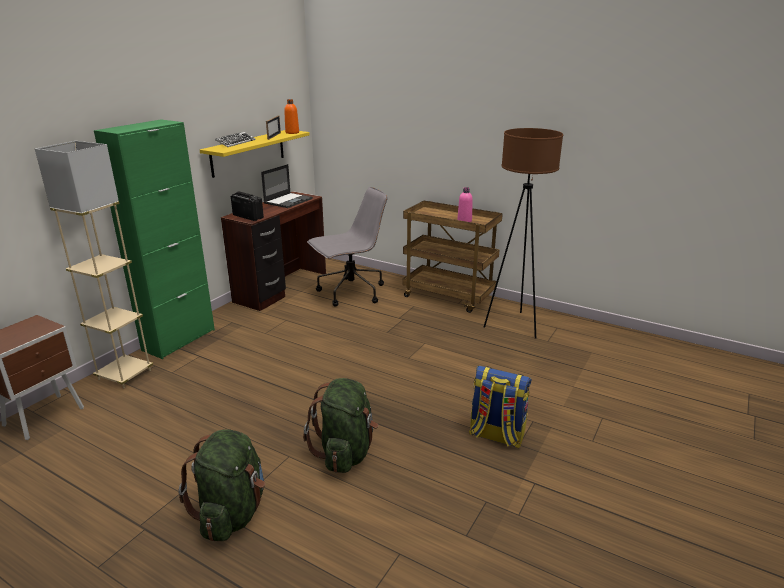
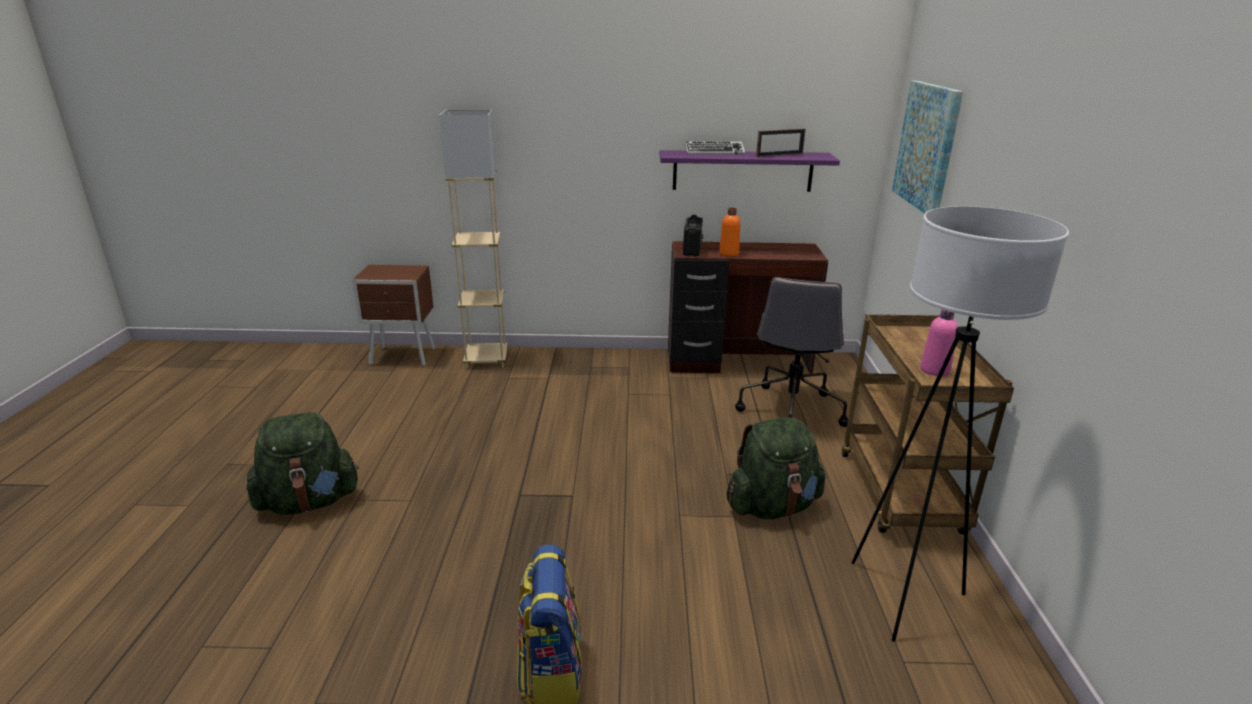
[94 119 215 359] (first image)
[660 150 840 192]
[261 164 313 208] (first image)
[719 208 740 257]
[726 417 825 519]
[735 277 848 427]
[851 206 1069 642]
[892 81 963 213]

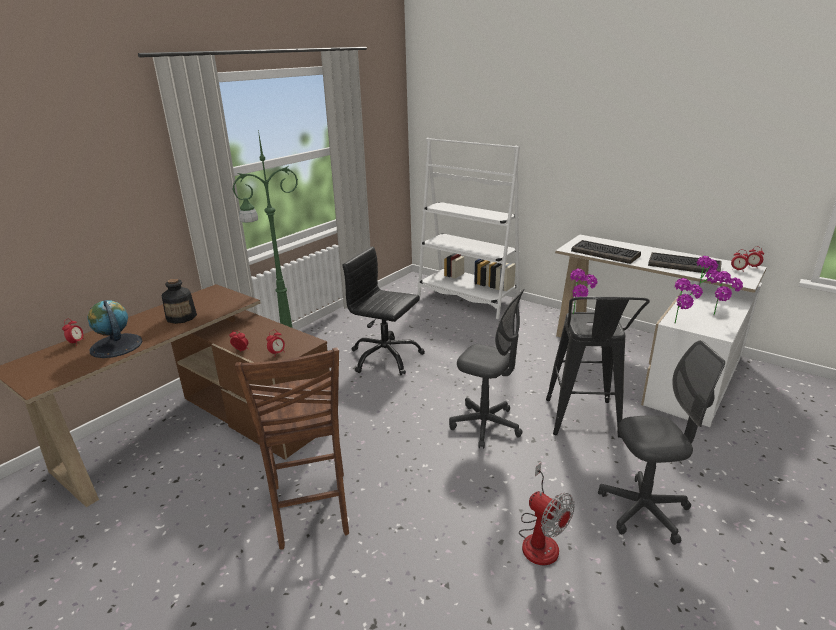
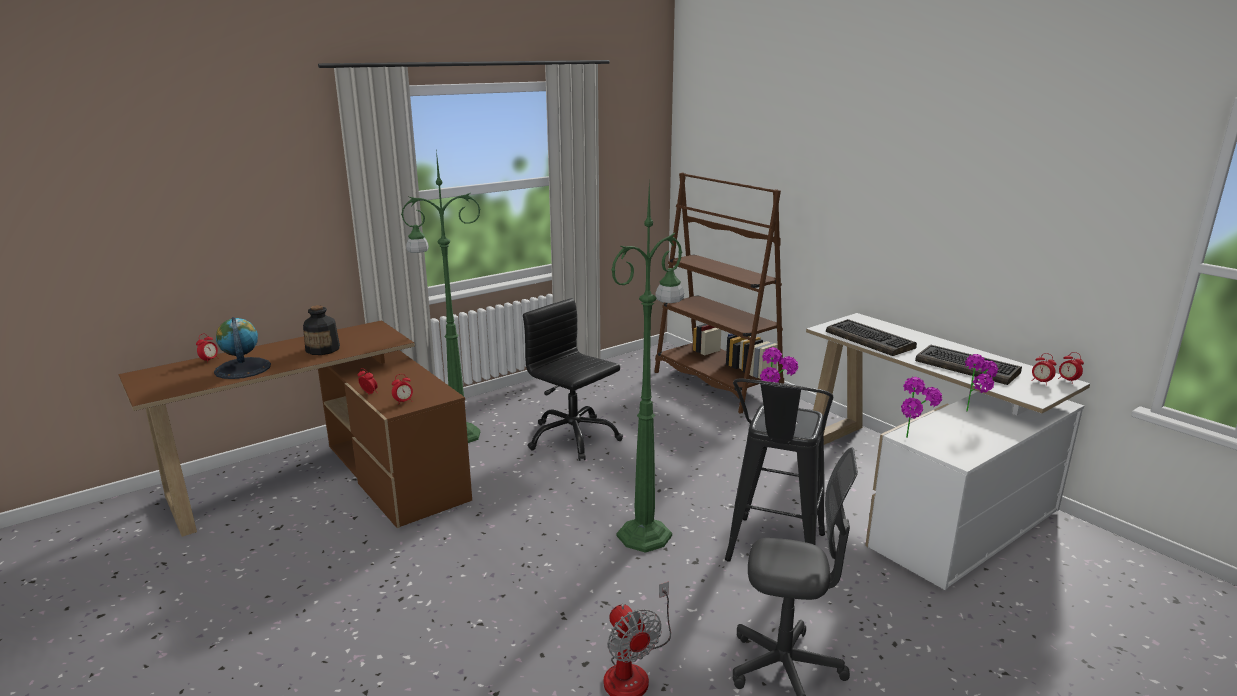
[235 347 349 549] (first image)
[654 173 784 414]
[611 183 684 553]
[714 271 743 315] (first image)

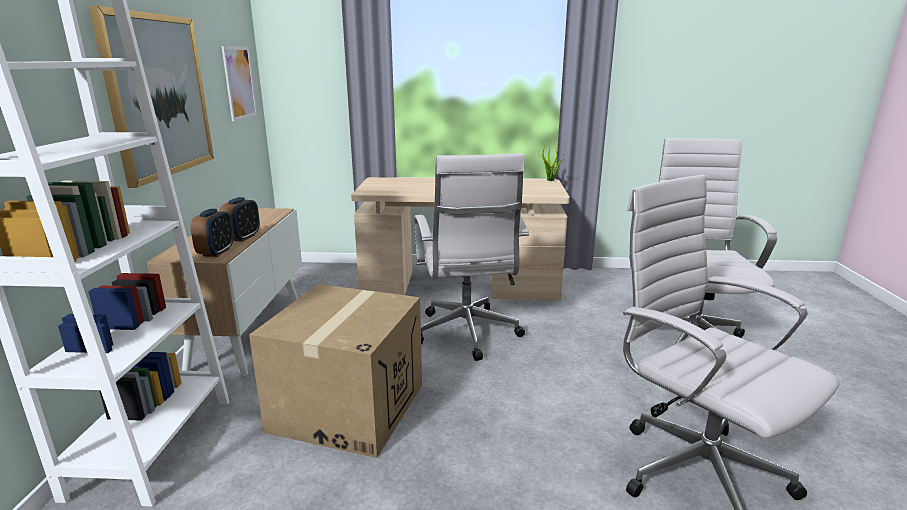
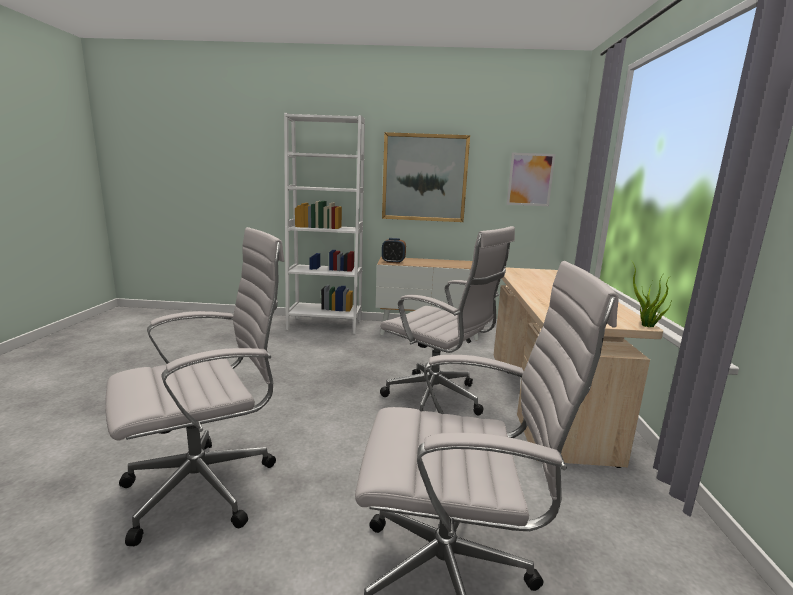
[219 197 260 242] (first image)
[249 284 422 458] (first image)
[380 226 515 415]

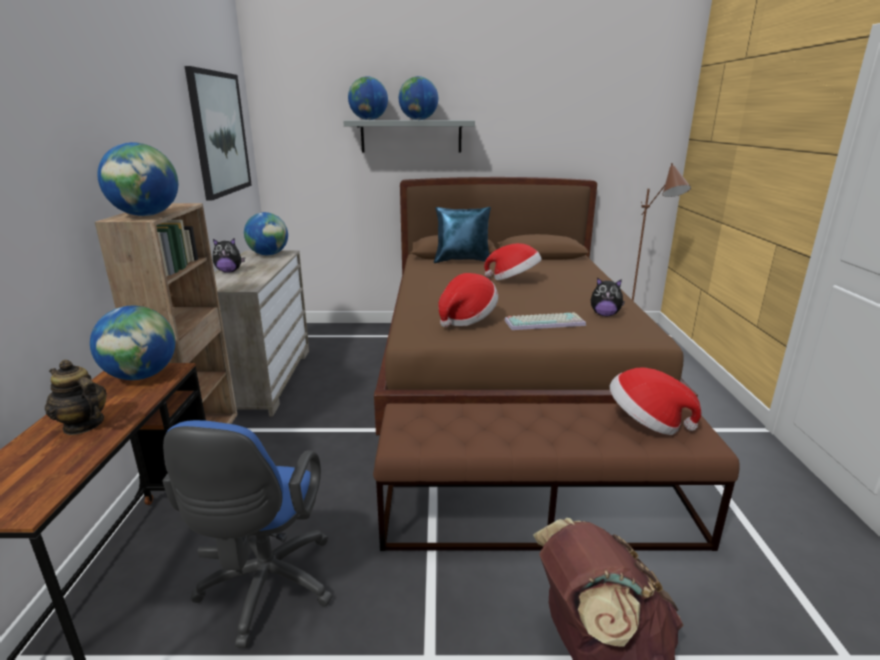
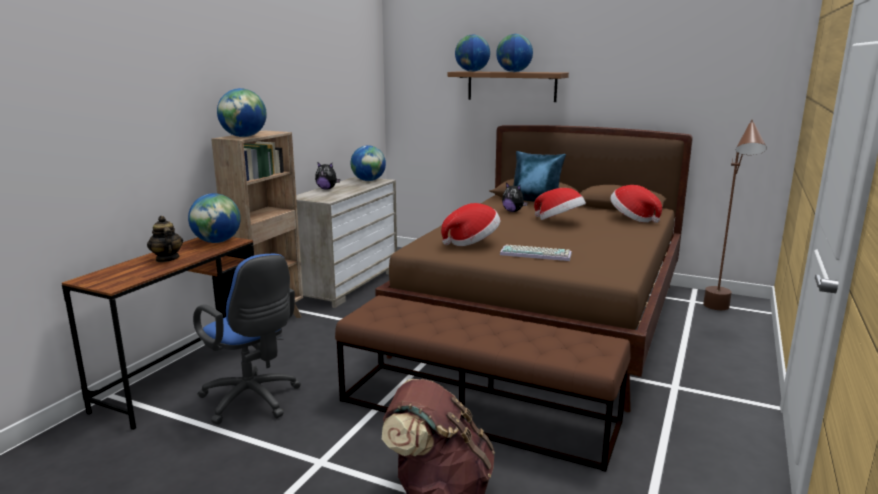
[193 254 301 425]
[185 66 252 201] (first image)
[448 71 569 102]
[502 183 528 212]
[610 185 662 223]

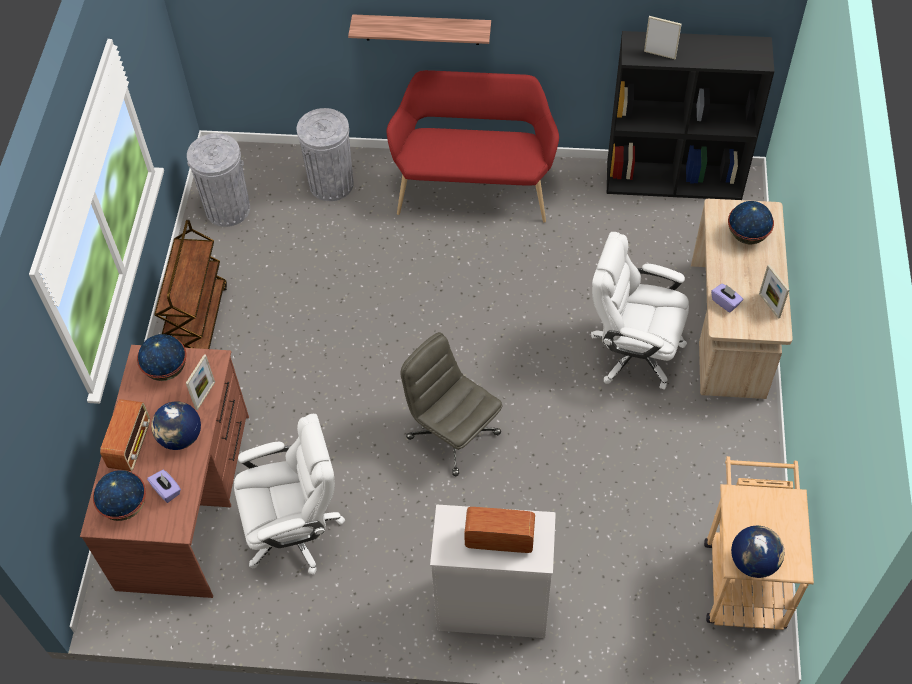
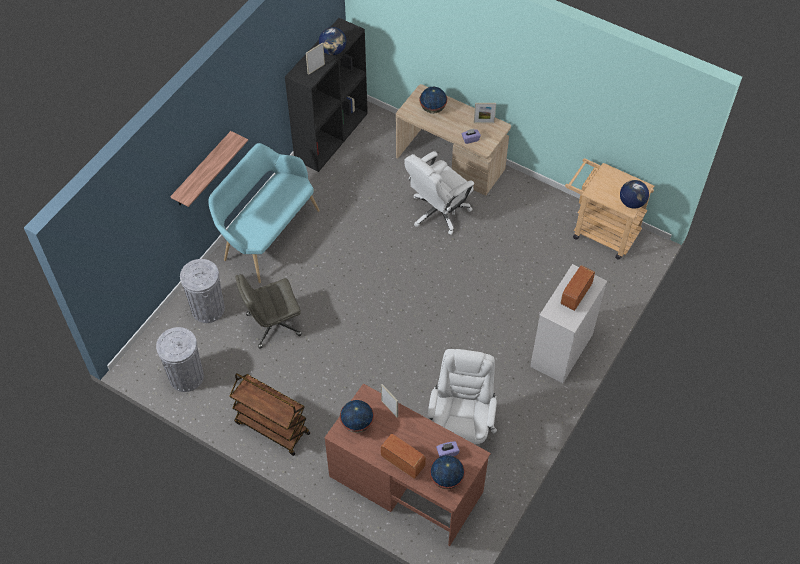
[319 27 346 55]
[208 143 320 283]
[235 274 302 348]

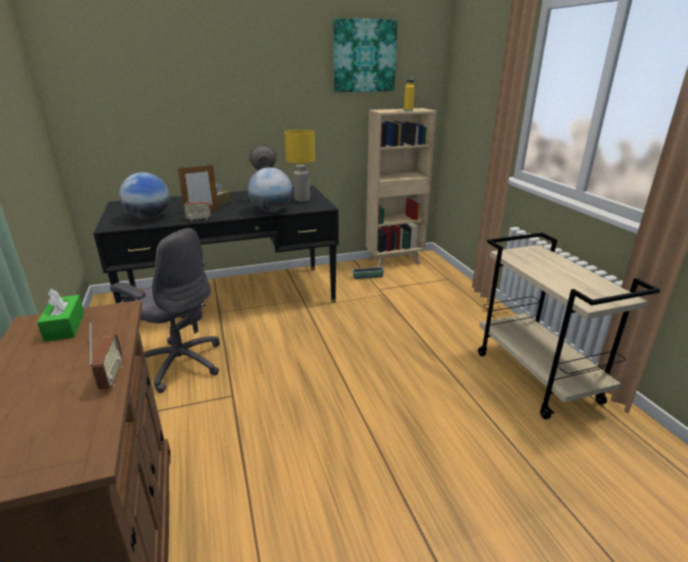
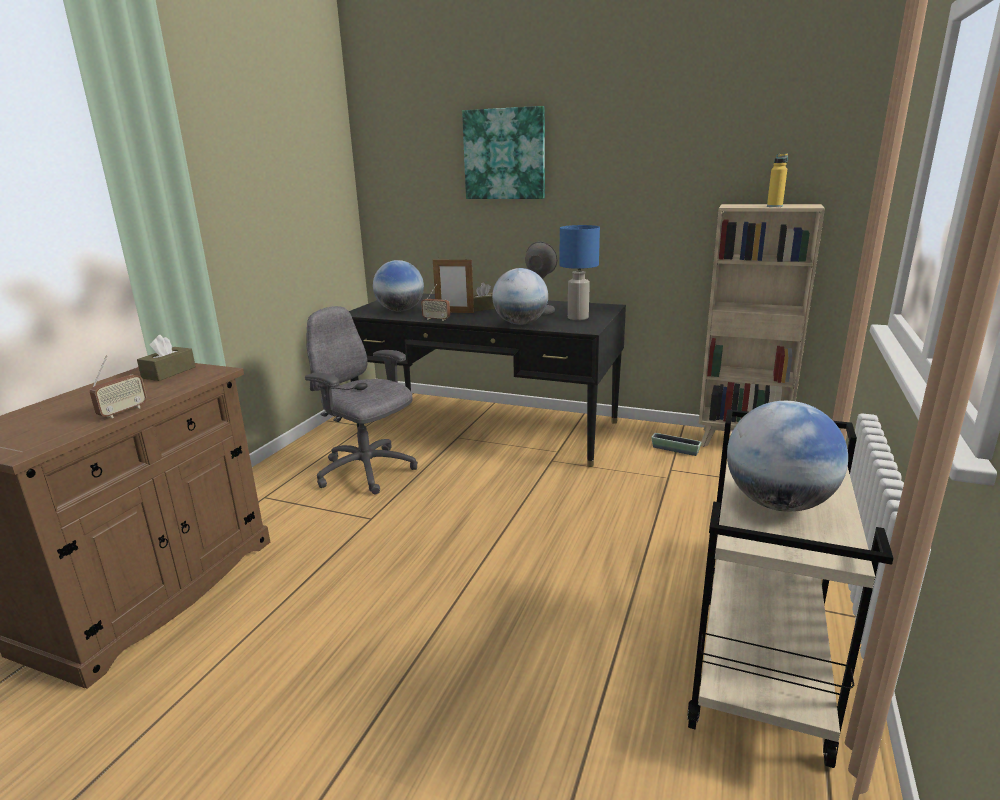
[137 335 196 381]
[305 306 417 494]
[559 225 600 320]
[462 106 545 199]
[727 401 848 512]

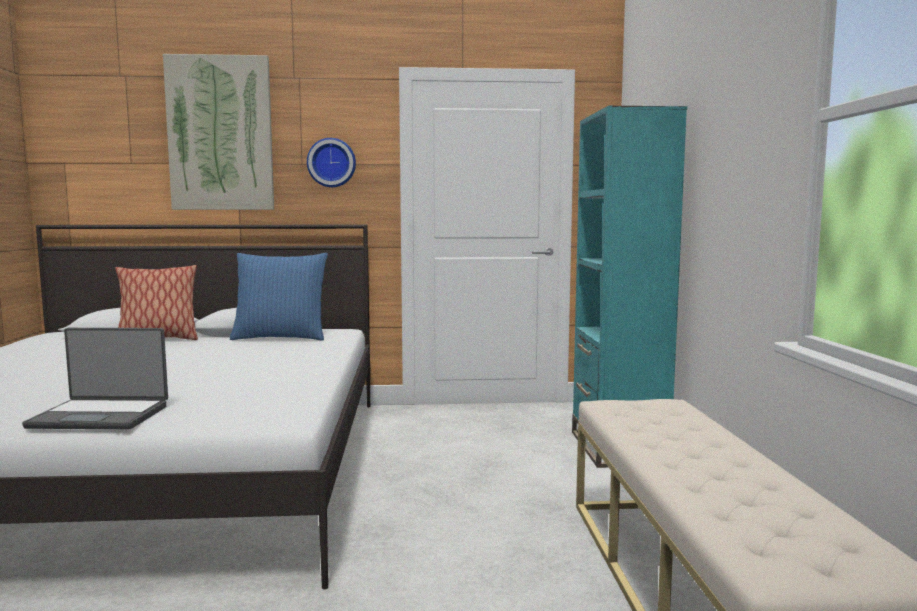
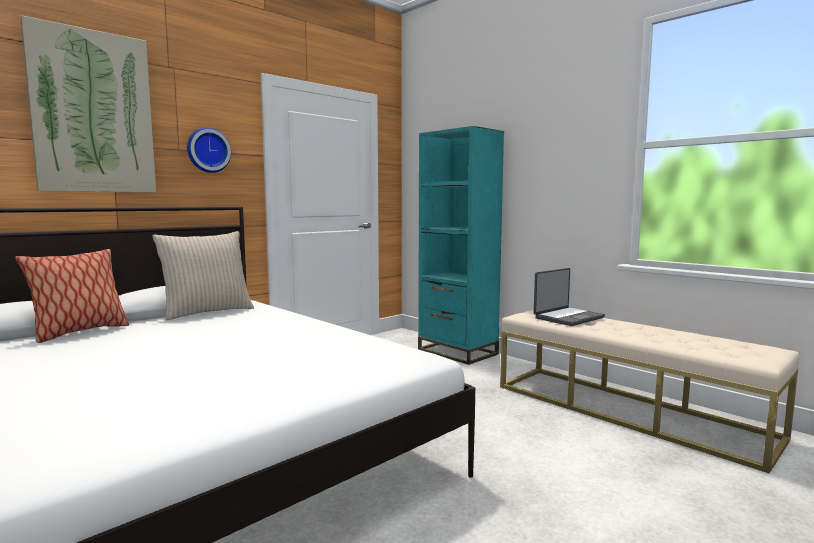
[534 268 605 326]
[152 231 254 320]

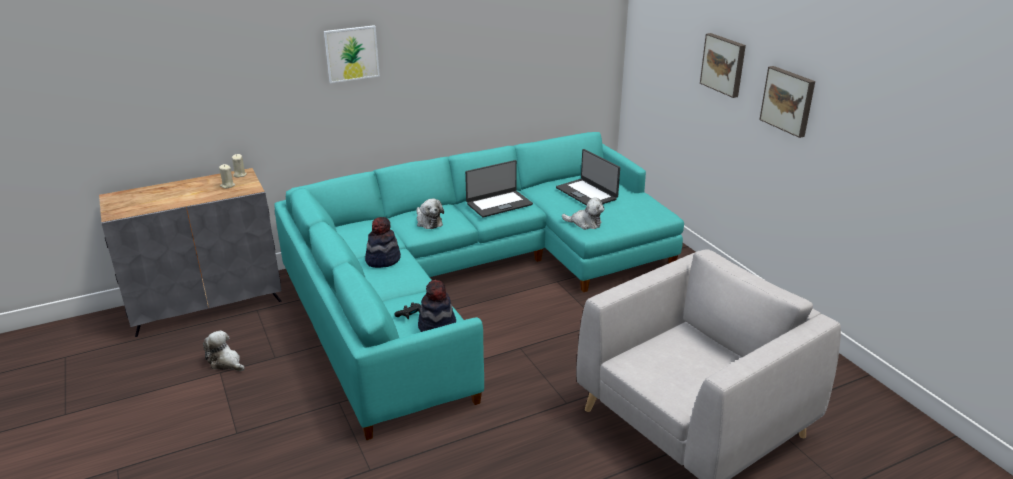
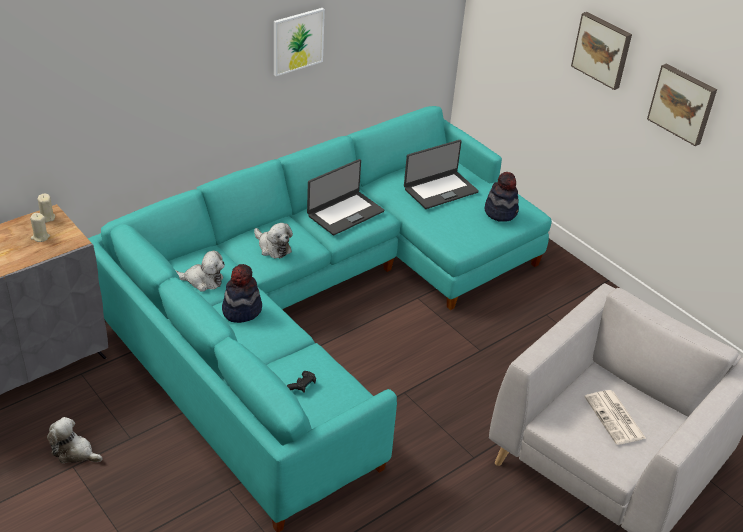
[274 8 325 76]
[484 172 519 222]
[404 140 479 209]
[175 251 225 292]
[584 390 646 445]

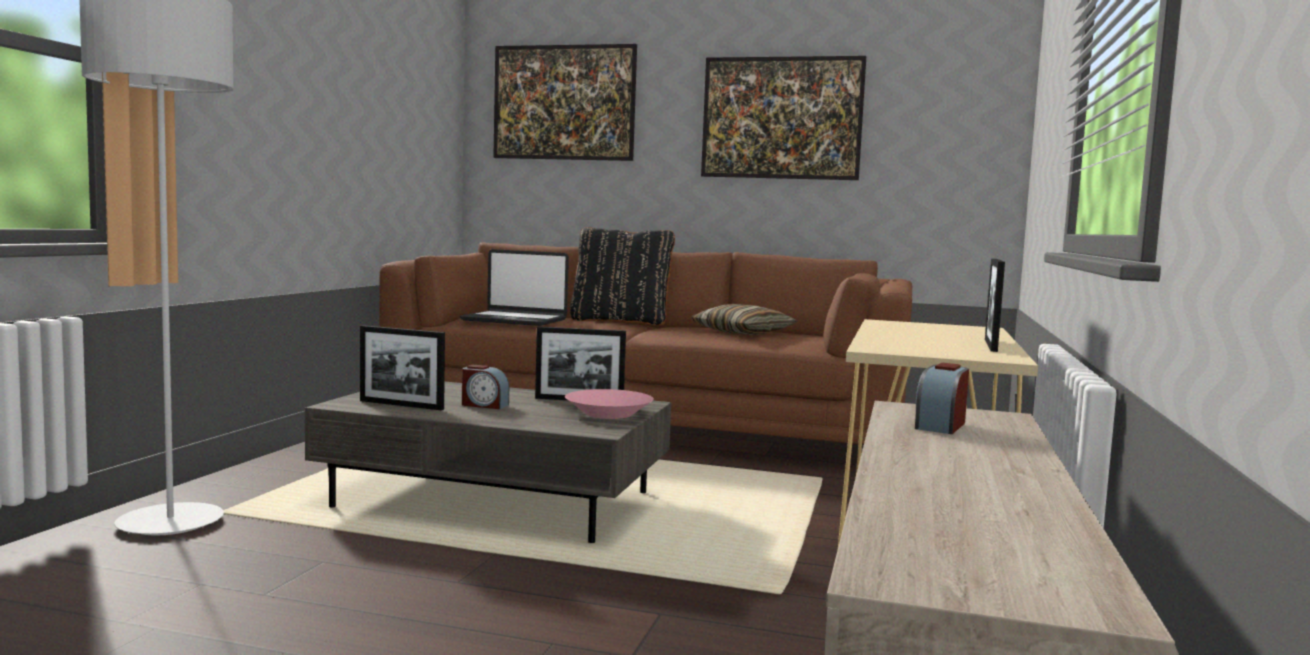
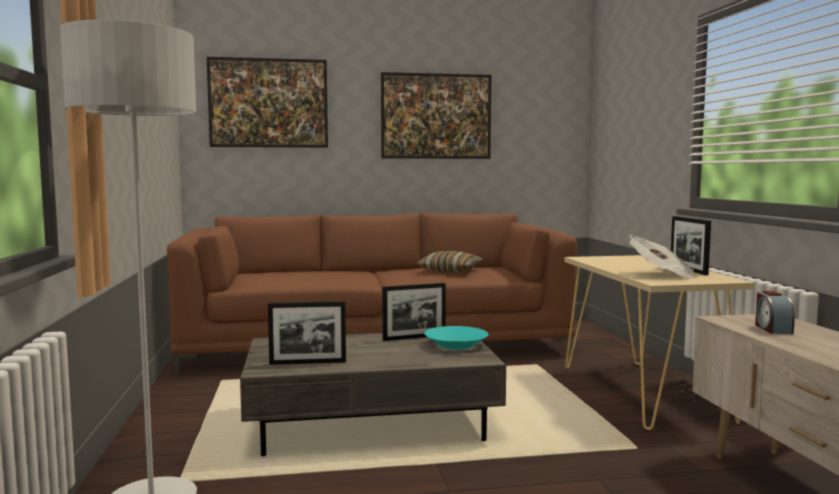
[460 249 569 326] (first image)
[462 365 509 409] (first image)
[424 326 489 350]
[570 227 675 325] (first image)
[630 235 694 279]

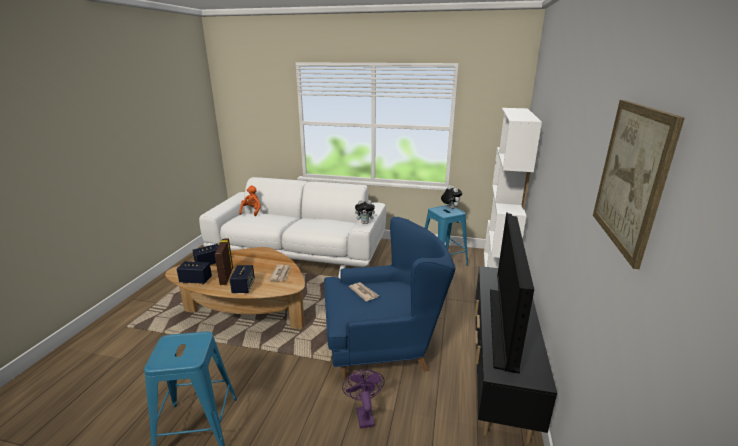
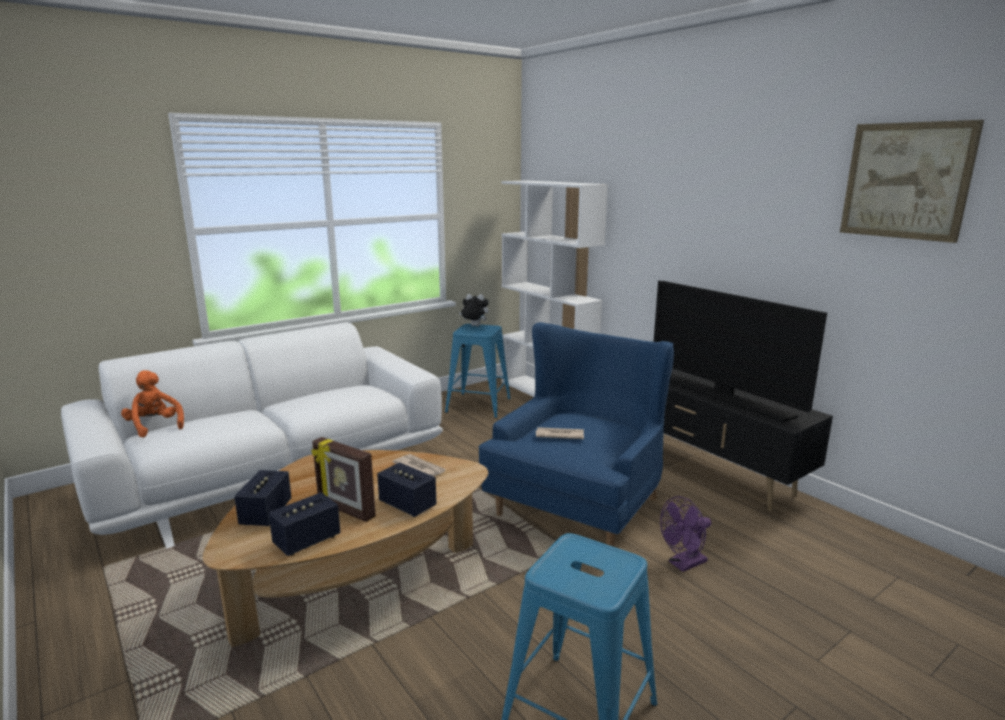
[660 496 711 572]
[355 200 378 224] (first image)

